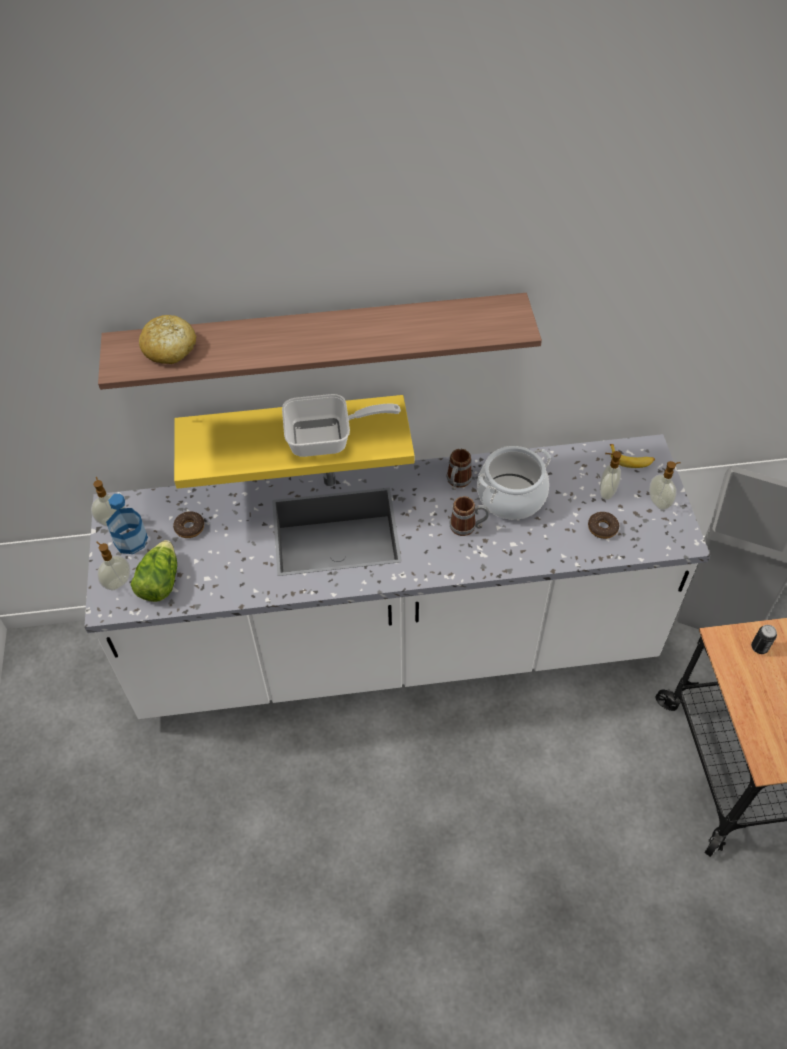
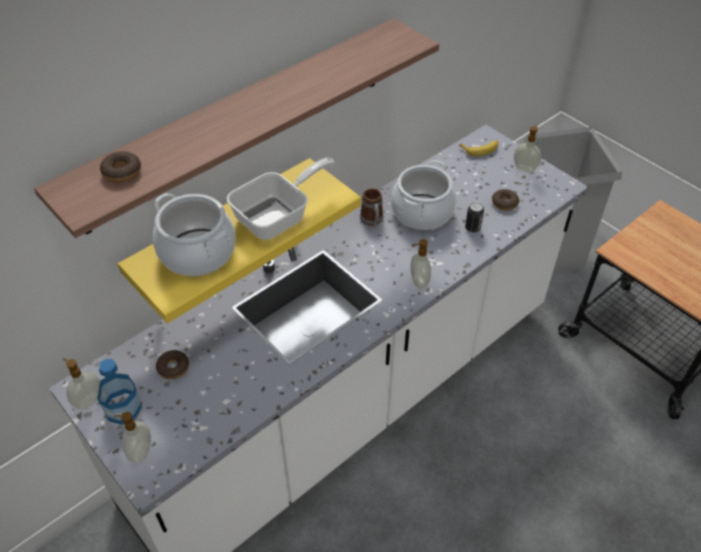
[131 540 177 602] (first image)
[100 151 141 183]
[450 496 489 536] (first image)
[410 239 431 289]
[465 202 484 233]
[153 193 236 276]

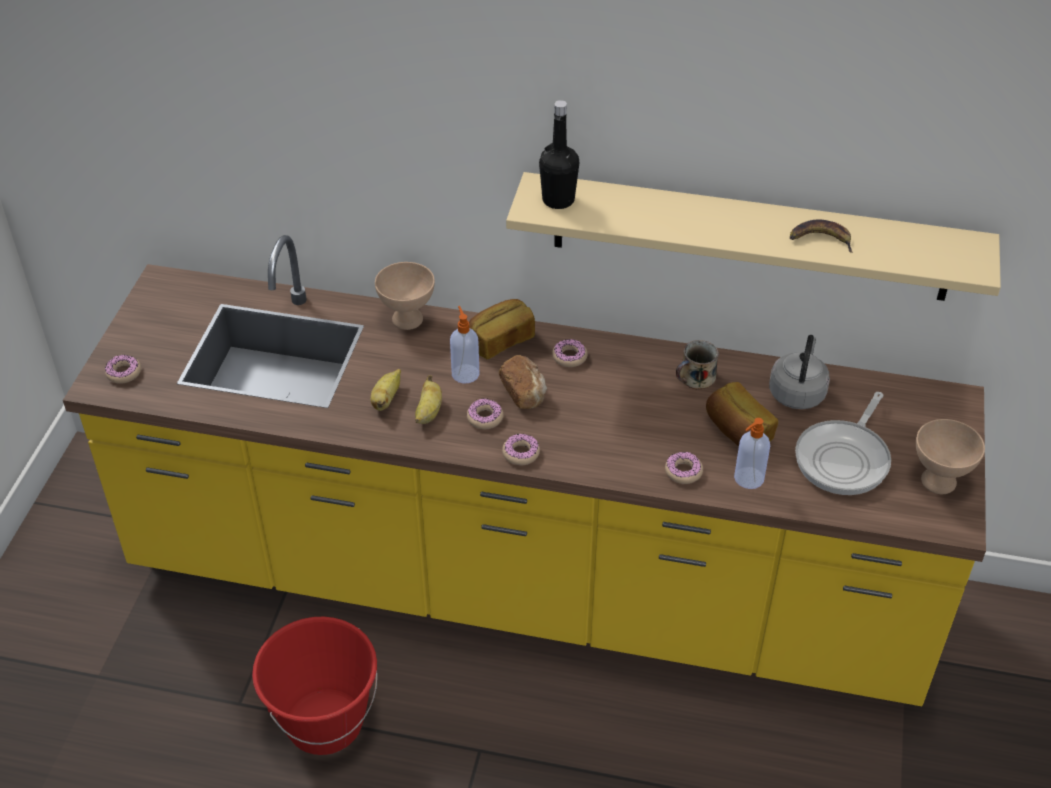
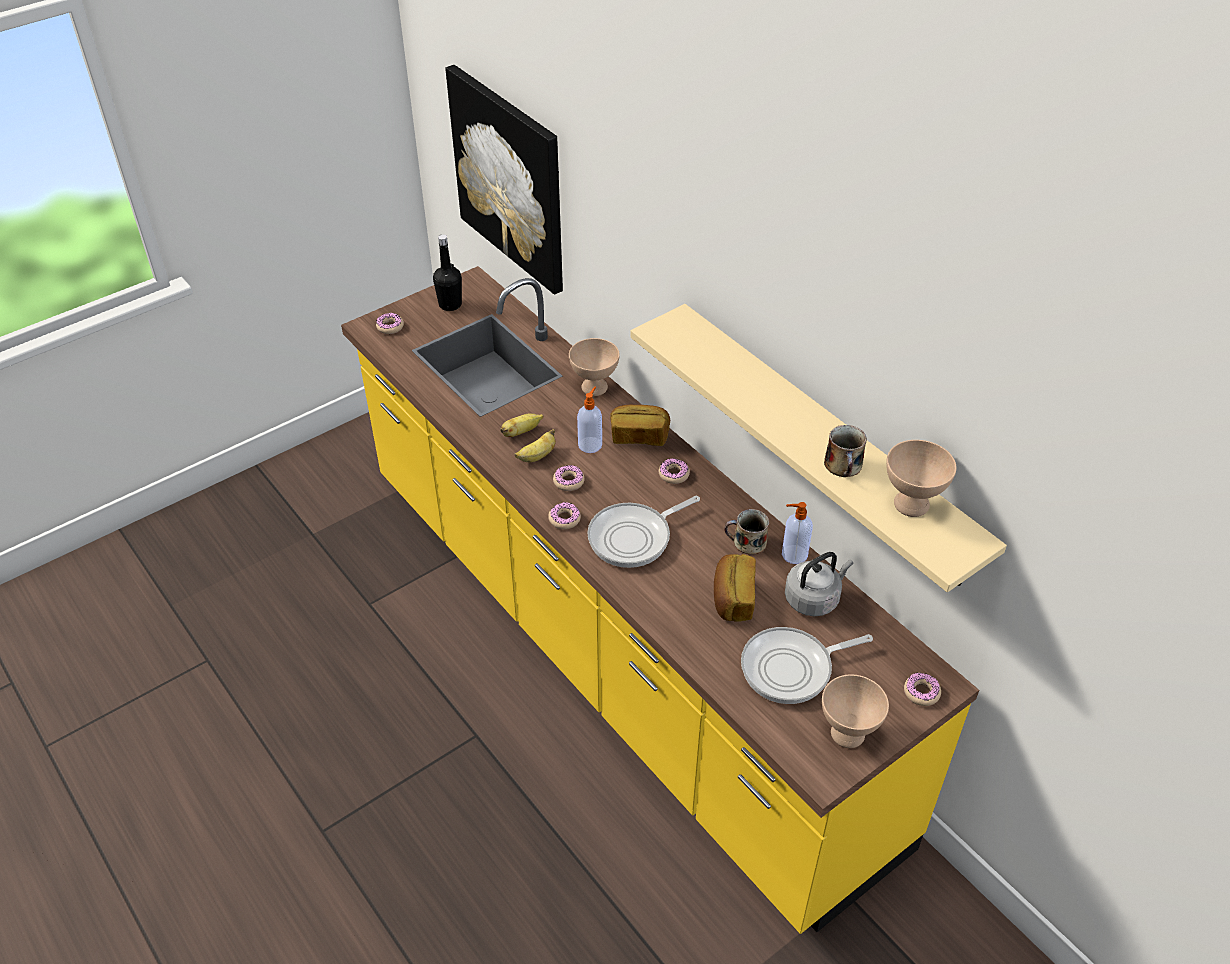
[252 617 377 755] (first image)
[499 355 547 409] (first image)
[433 234 462 311]
[904 673 941 706]
[782 502 813 564]
[824 425 867 477]
[445 65 563 295]
[587 496 700 568]
[886 440 957 517]

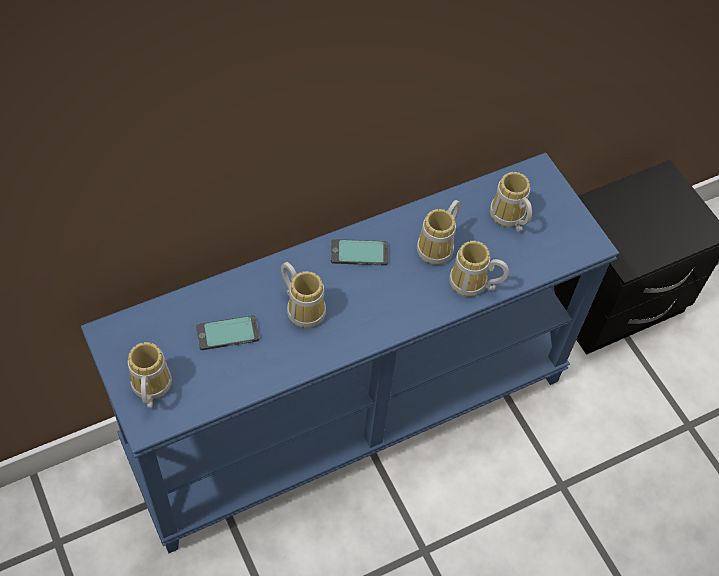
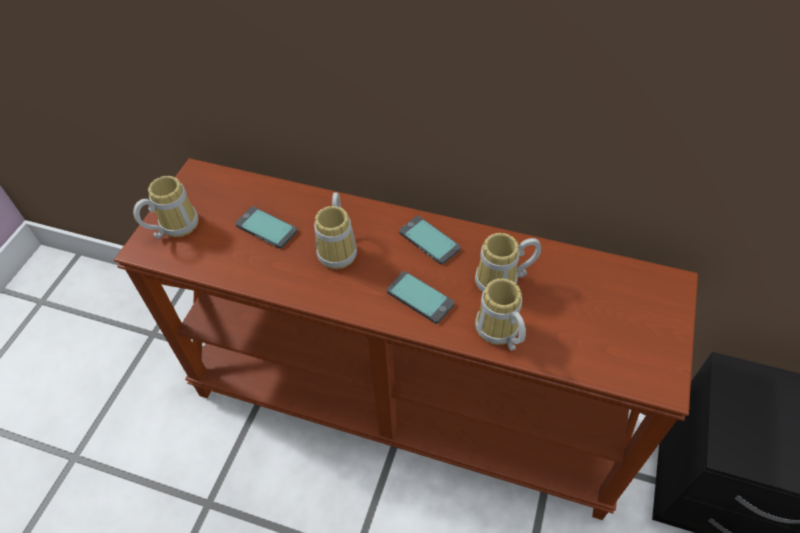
[114 158 698 520]
[490 172 532 232] (first image)
[387 271 454 324]

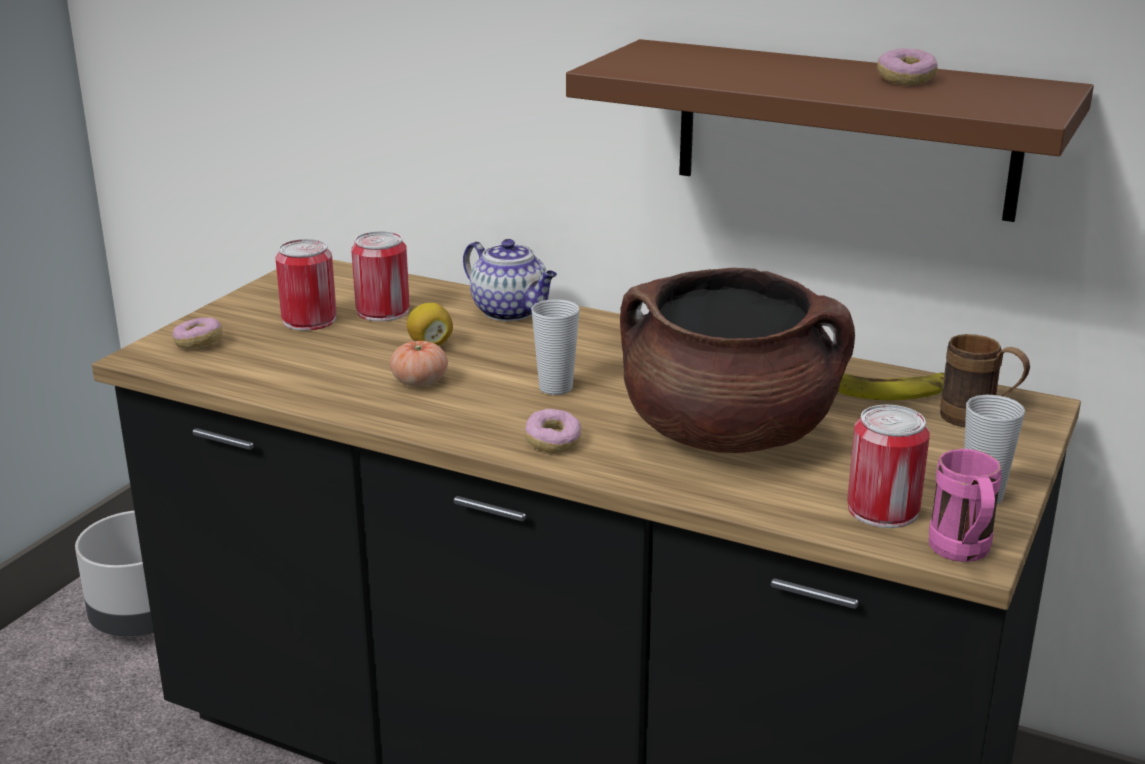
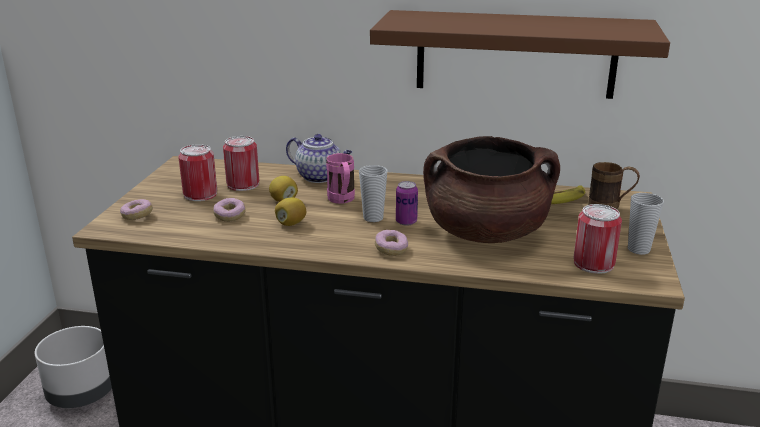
[275 197 306 226]
[213 198 246 222]
[326 153 355 204]
[396 181 418 226]

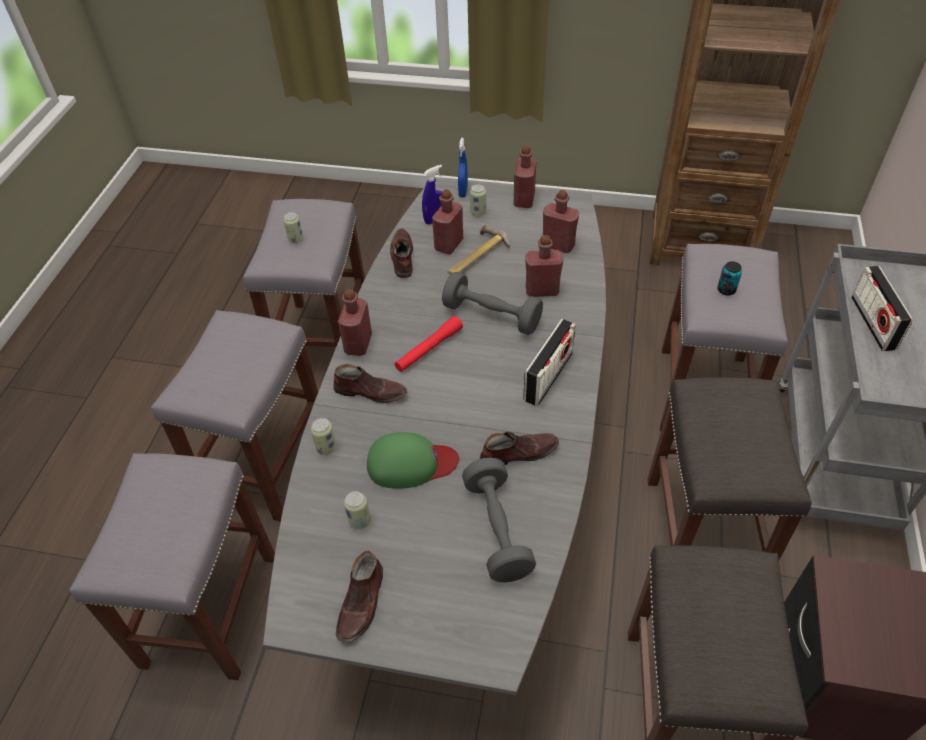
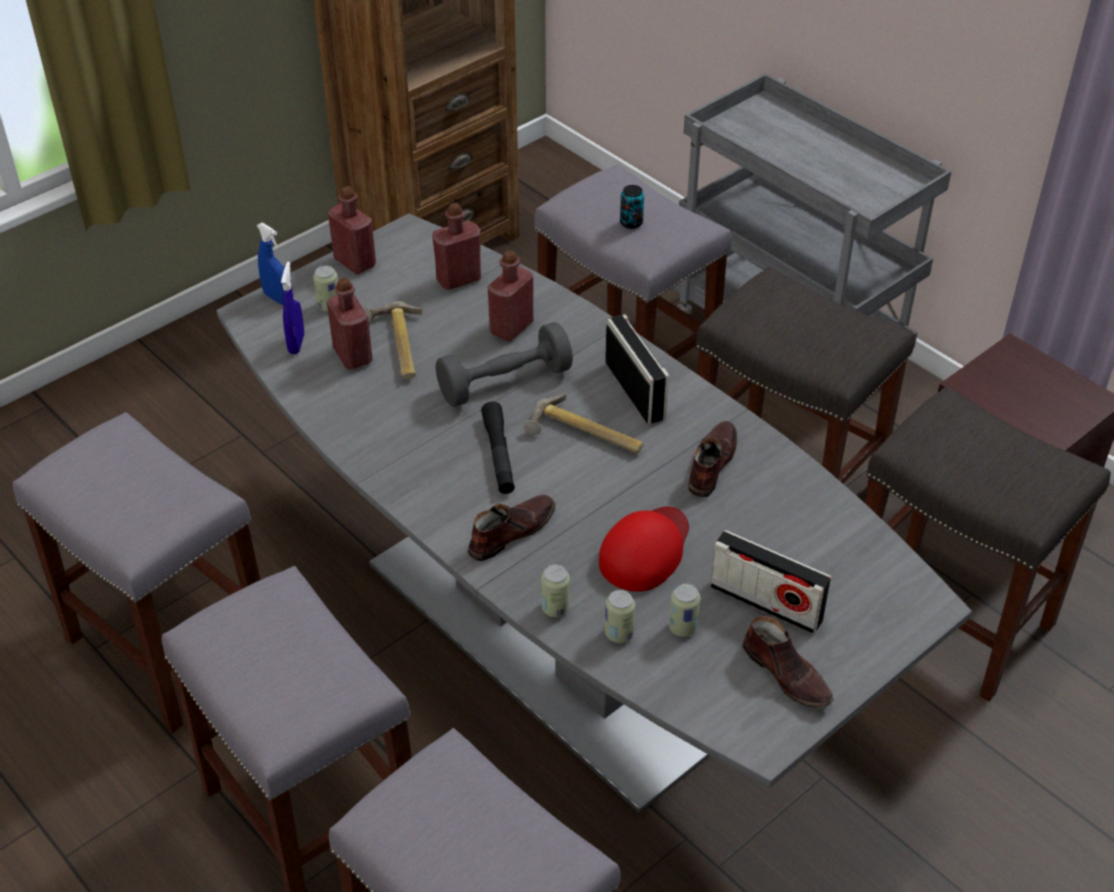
[605 590 635 643]
[338 289 372 356] (first image)
[599 507 689 592]
[390 228 413 278] (first image)
[481 402 515 494]
[462 457 536 582] (first image)
[710 530 831 634]
[524 393 643 454]

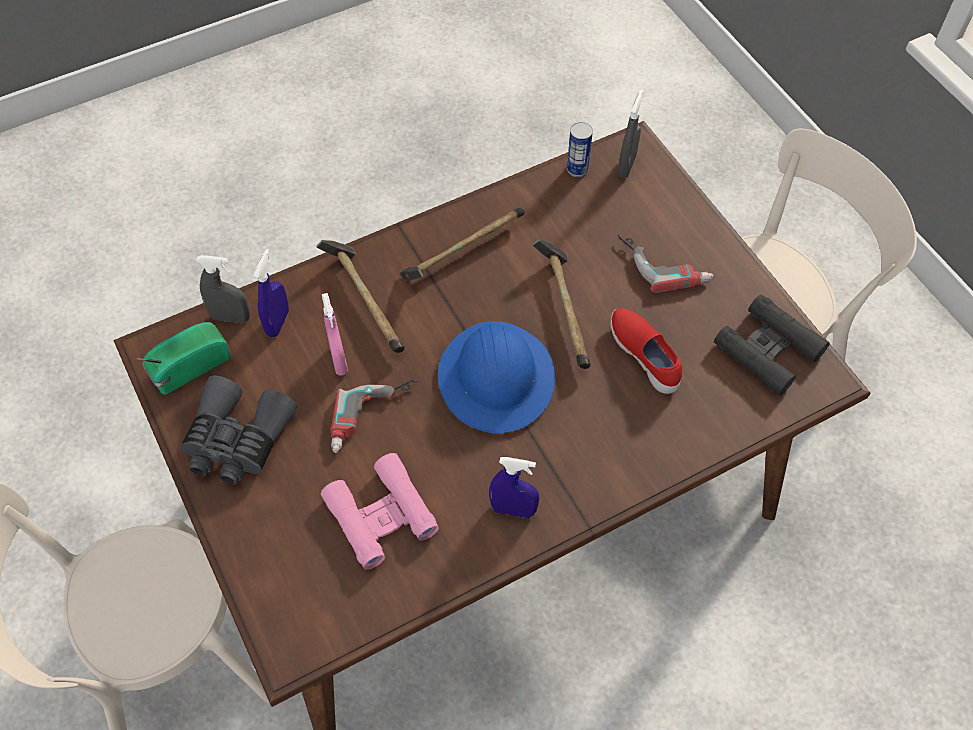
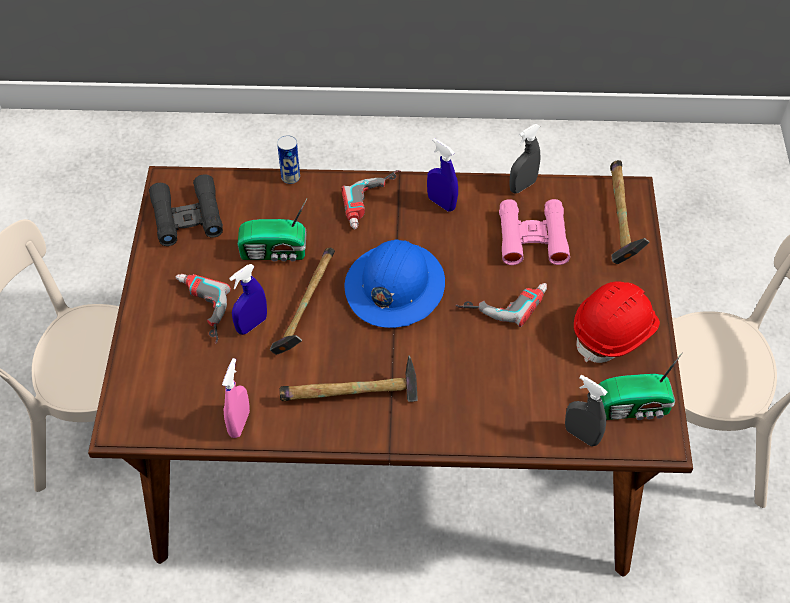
[574 281 660 363]
[229 264 267 335]
[610 160 650 264]
[222 358 250 438]
[277 135 300 184]
[238 199 307 262]
[509 124 540 194]
[341 170 400 229]

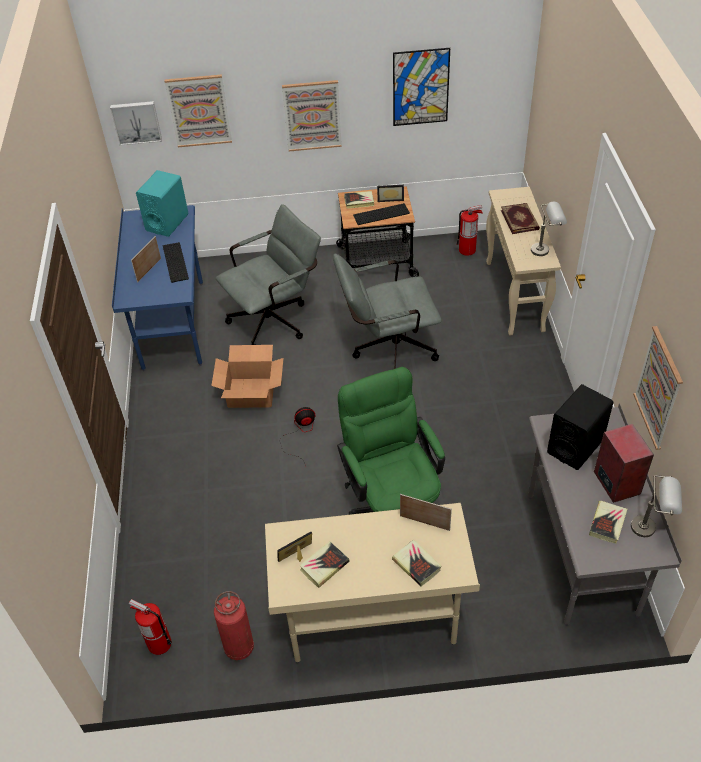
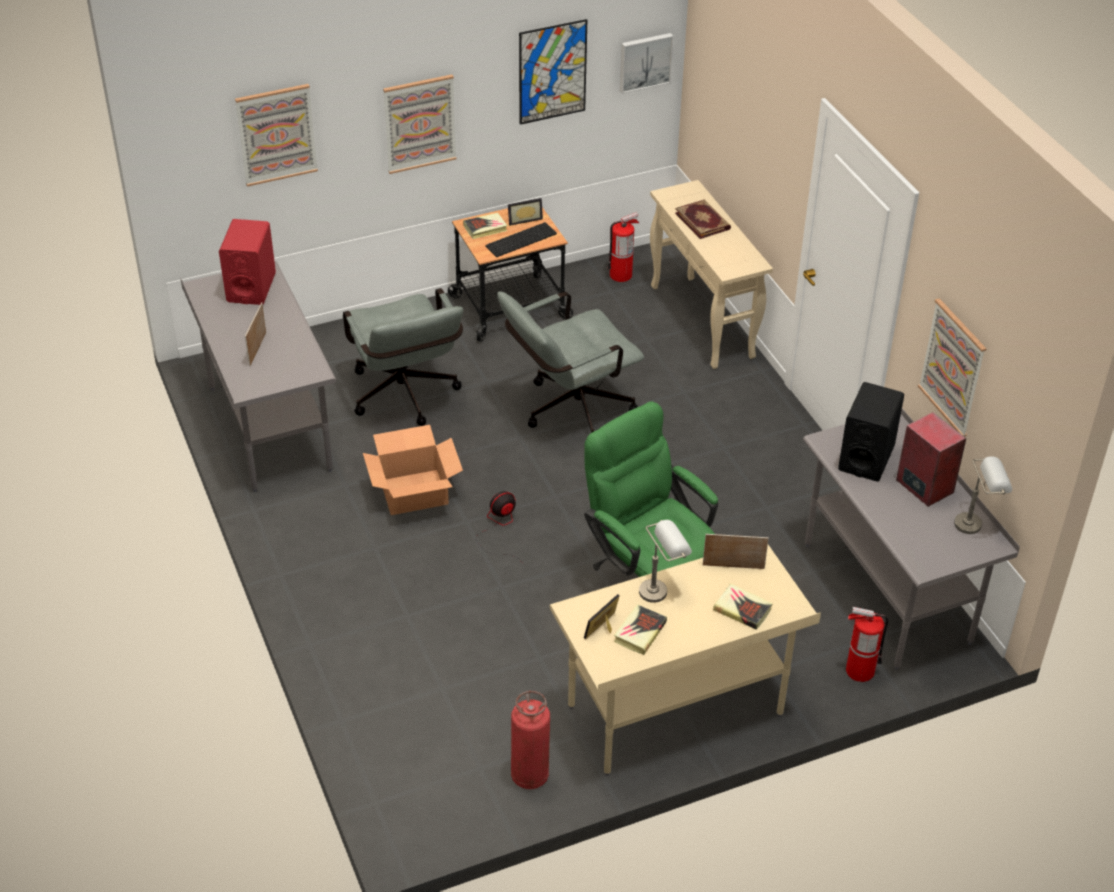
[620 33 674 94]
[180 261 336 492]
[846 606 889 682]
[219 219 276 305]
[163 242 189 283] (first image)
[342 288 463 426]
[639 520 692 603]
[589 501 627 544] (first image)

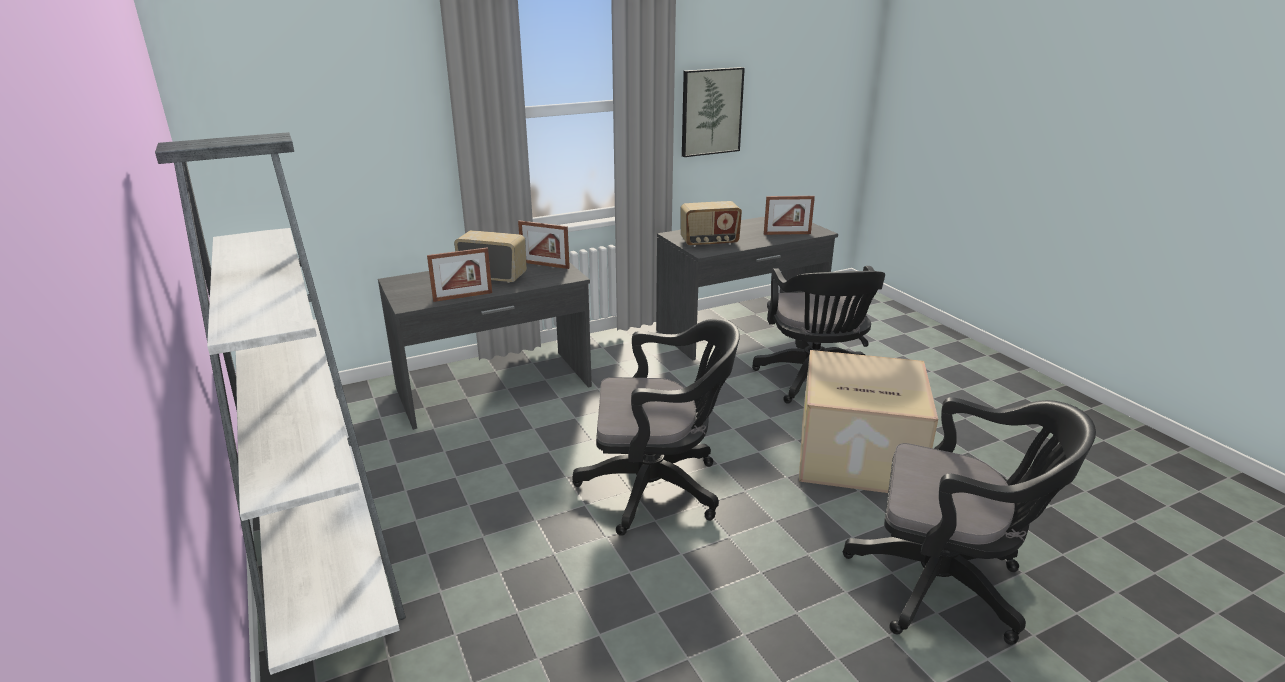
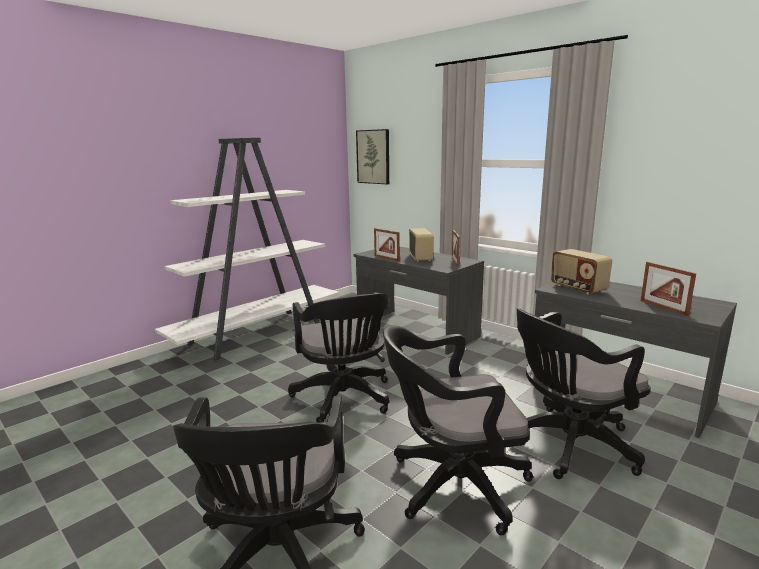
[356 129 389 184]
[383 325 533 536]

